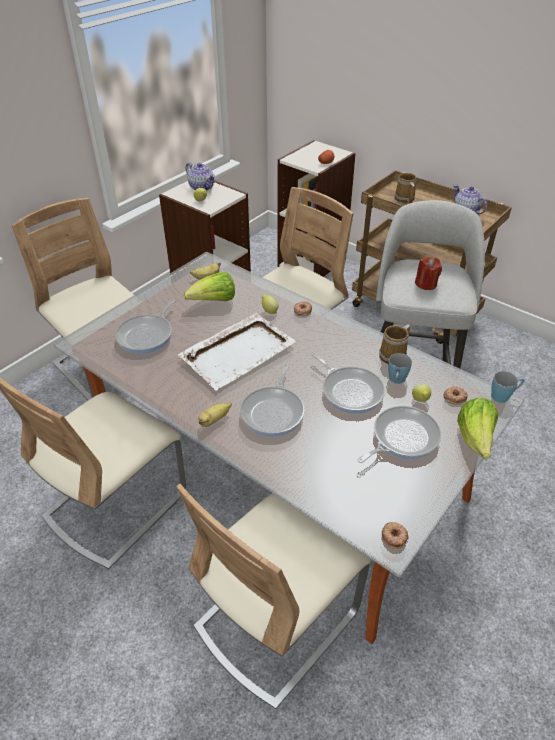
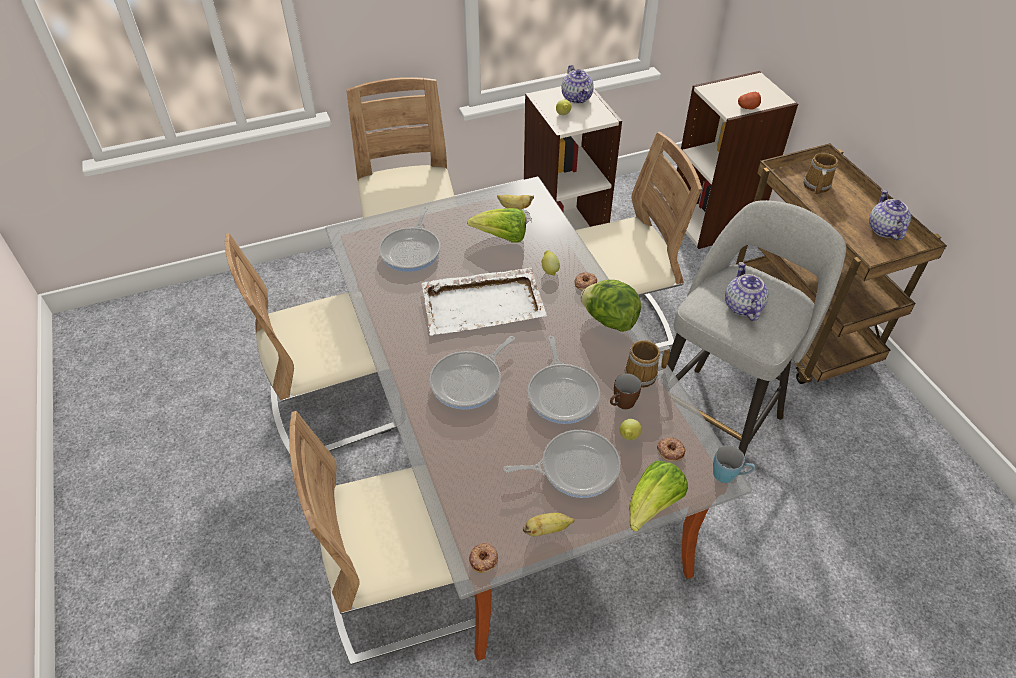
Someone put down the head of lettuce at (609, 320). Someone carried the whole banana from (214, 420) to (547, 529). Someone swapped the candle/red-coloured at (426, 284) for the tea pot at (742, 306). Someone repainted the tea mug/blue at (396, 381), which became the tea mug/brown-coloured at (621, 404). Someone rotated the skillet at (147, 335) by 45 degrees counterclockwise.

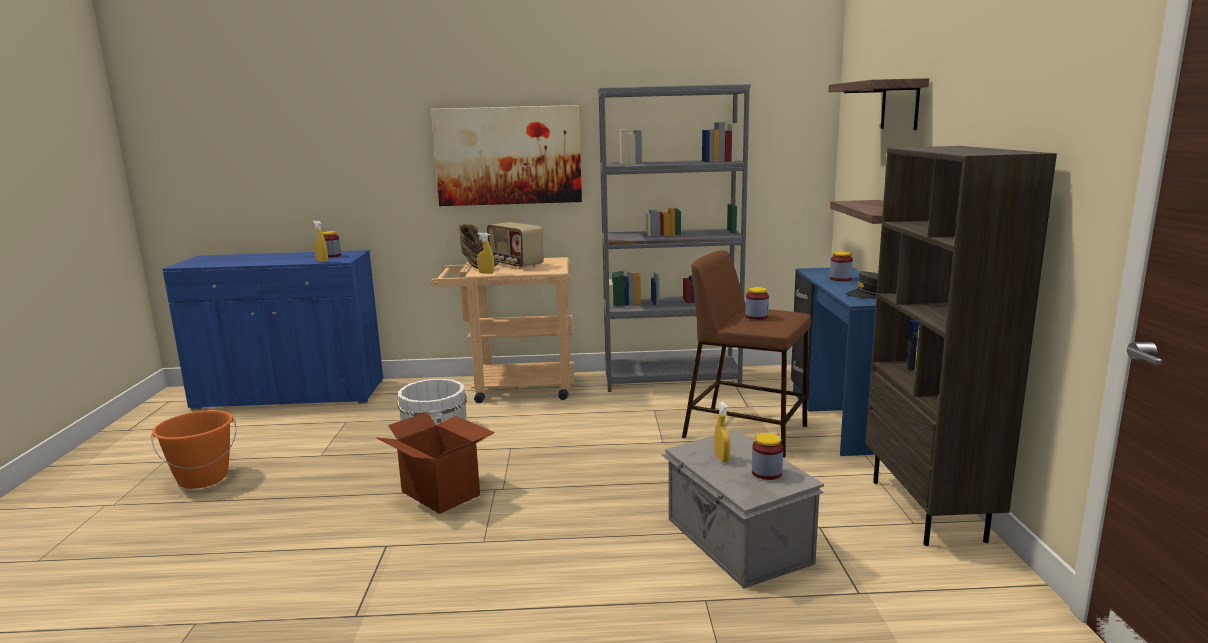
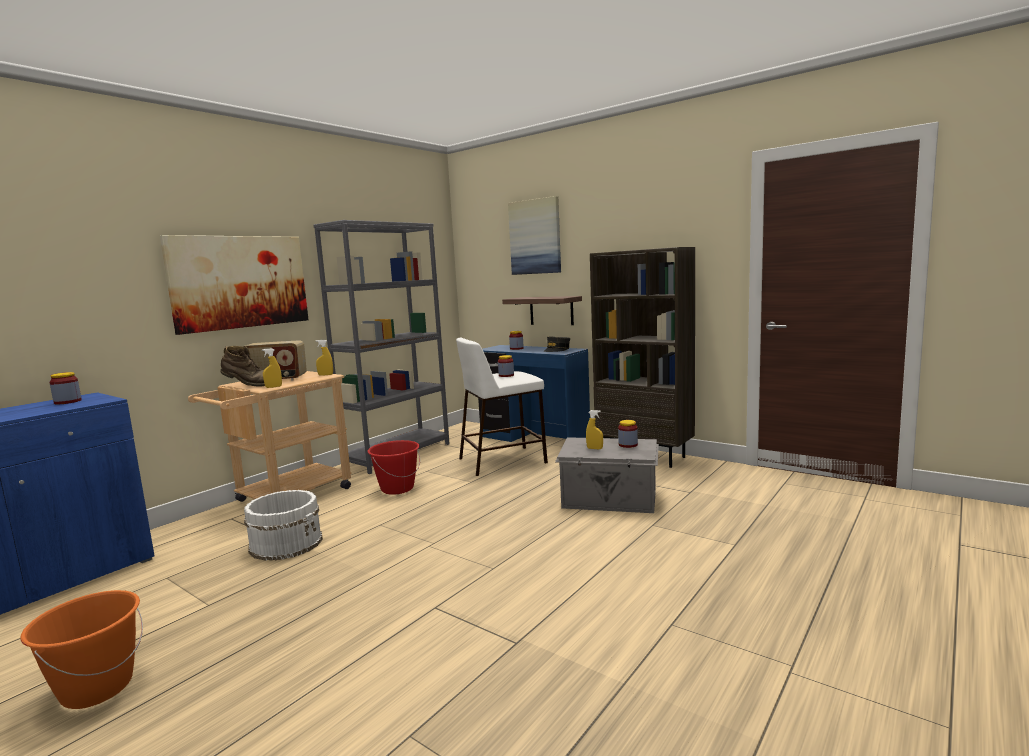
Someone took away the cardboard box at (441, 493). Someone put down the water bucket/red-coloured at (397, 488). Someone carried the hand sprayer/yellowish from (322, 261) to (325, 375). Someone swapped the bracket shelf at (900, 105) for the picture at (535, 237). Someone repainted the stool seat/brown-coloured at (747, 431), which became the stool seat/whitish at (503, 460).

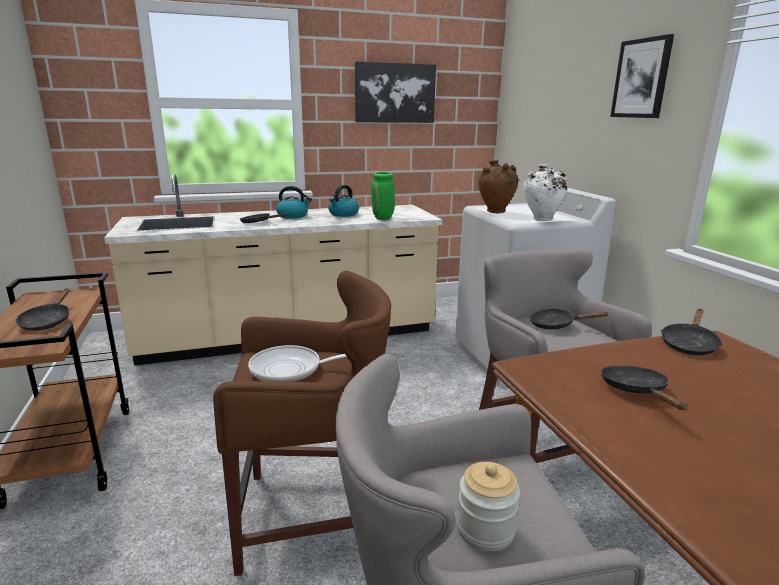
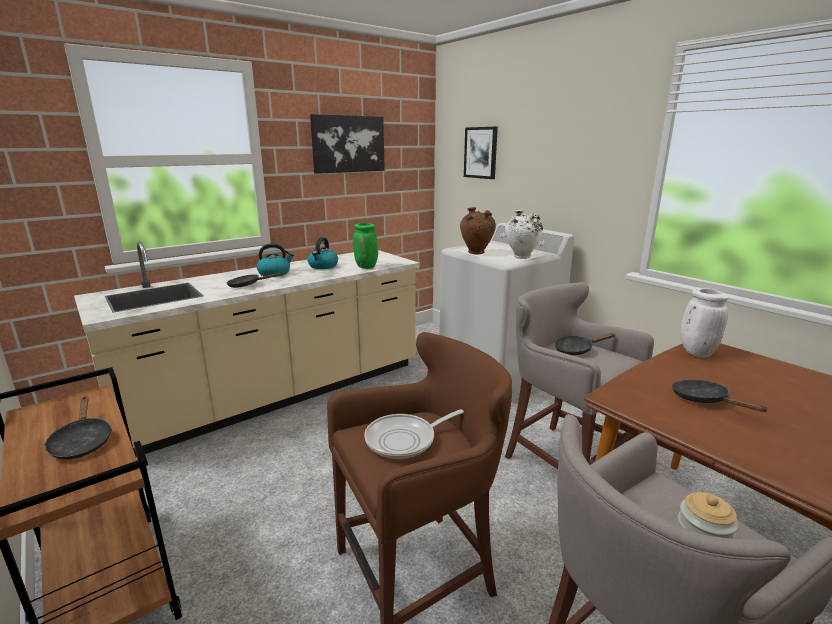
Someone carried the picture from (641, 78) to (481, 152). Someone swapped the skillet/blackish at (689, 344) for the decorative vase/whitish at (695, 352).

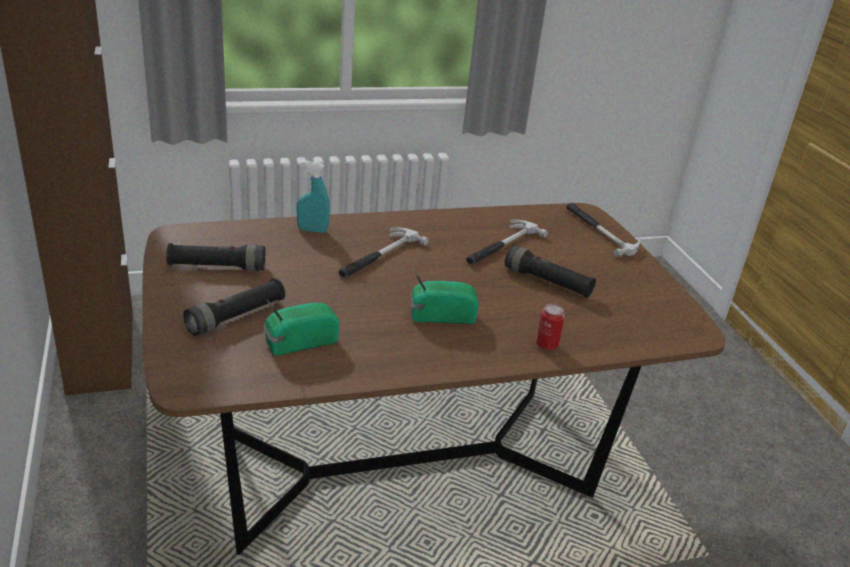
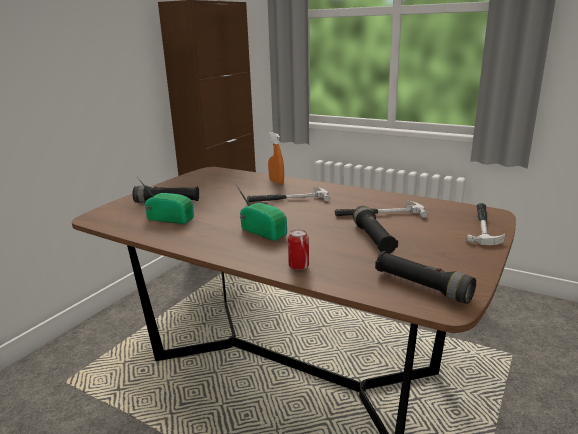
Someone carried the torch/blackish from (217, 267) to (422, 286). Someone repainted the hand sprayer/blue-green at (312, 230), which became the hand sprayer/orange-coloured at (276, 182).

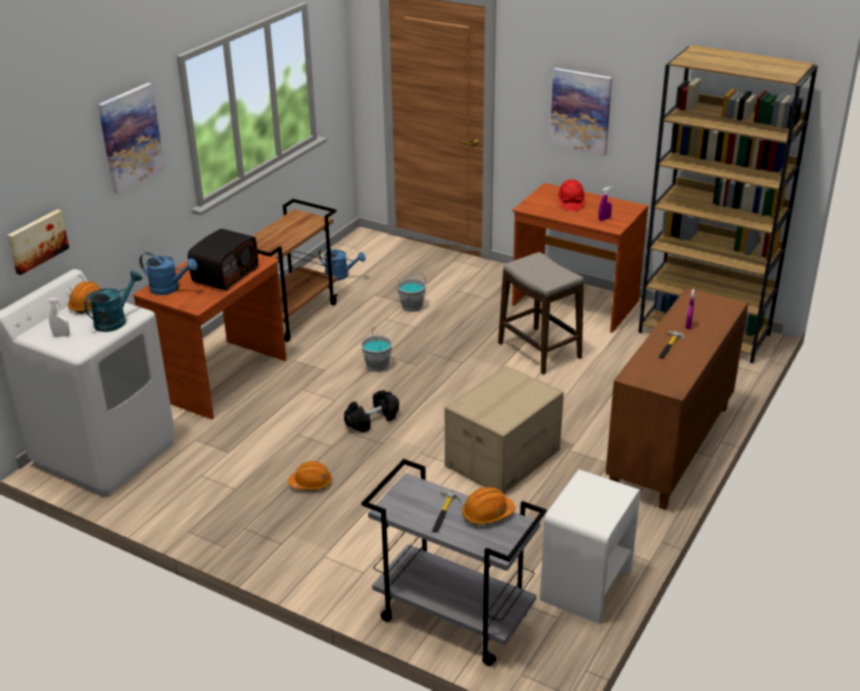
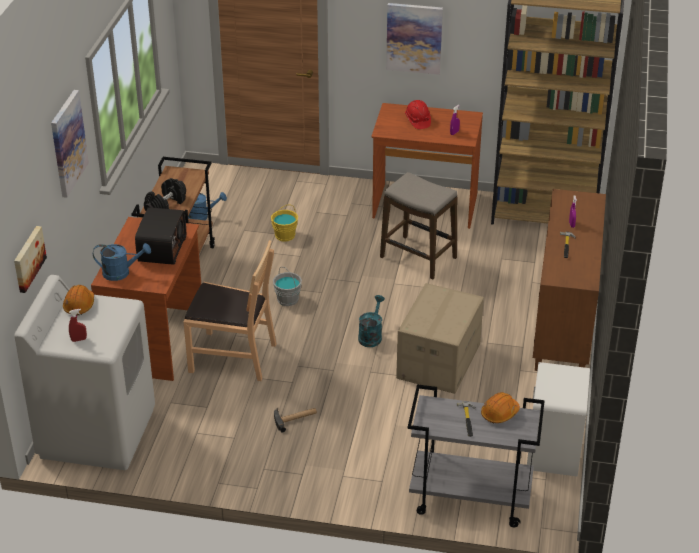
Someone put down the plain chair/brown-coloured at (232, 357). Someone carried the watering pot/blue-green from (115, 320) to (371, 336). Someone carried the dumbbell/blackish from (372, 420) to (165, 205). Someone swapped the hard hat/orange-coloured at (311, 483) for the tool hammer at (295, 418). Someone repainted the hand sprayer/whitish at (61, 335), which became the hand sprayer/red-coloured at (79, 339). Someone repainted the water bucket/gray at (412, 306), which became the water bucket/yellowish at (285, 236).

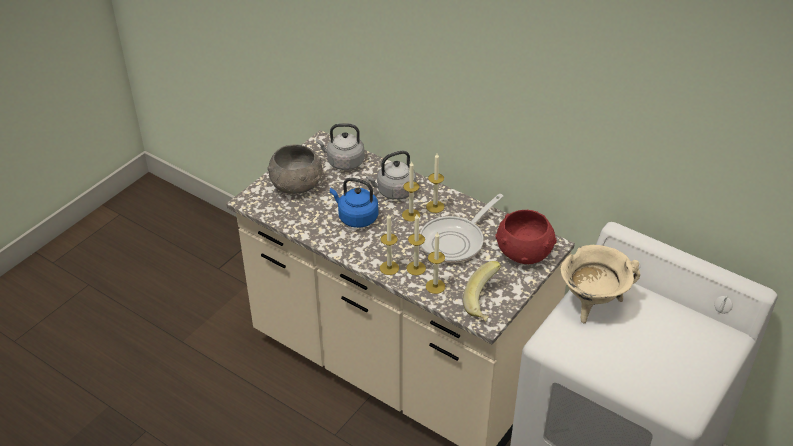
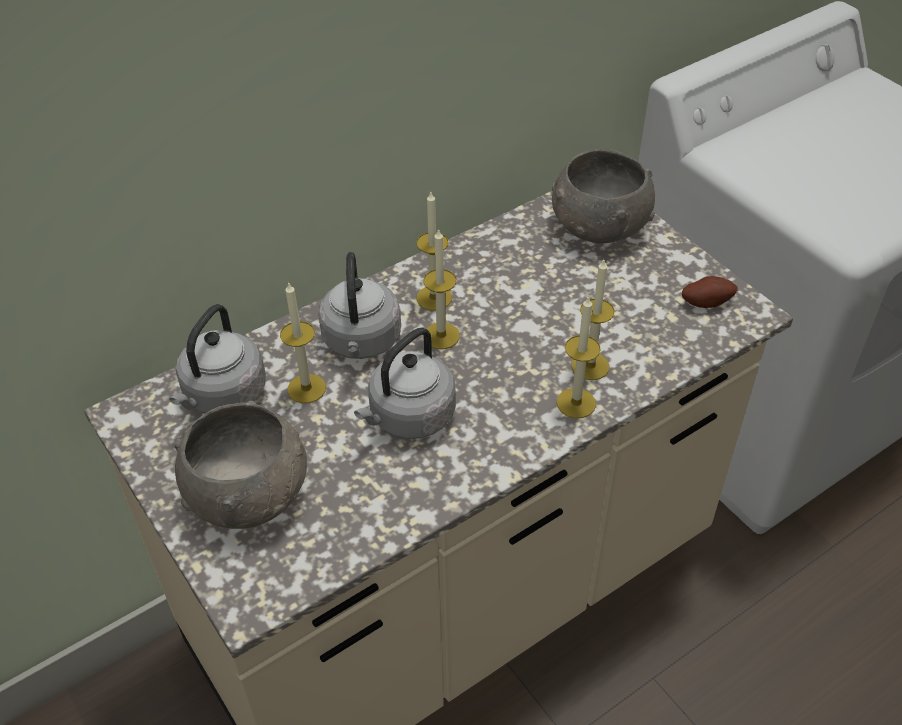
Someone took away the skillet at (455, 241). Someone took away the saucepot/sand-coloured at (592, 304). Someone carried the candle from (435, 286) to (306, 388). Someone swapped the whole banana at (485, 303) for the spud at (706, 302). Someone repainted the water kettle/blue at (356, 218), which became the water kettle/gray at (409, 417). Someone repainted the bowl/red-coloured at (524, 252), which became the bowl/gray at (598, 226).

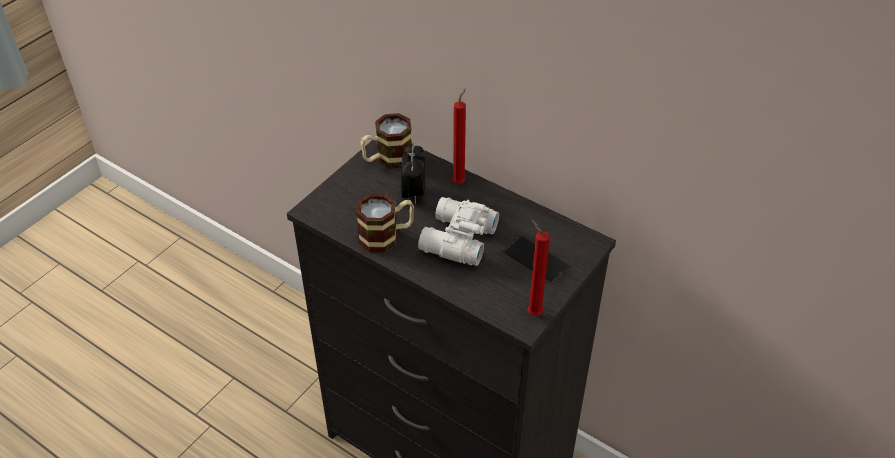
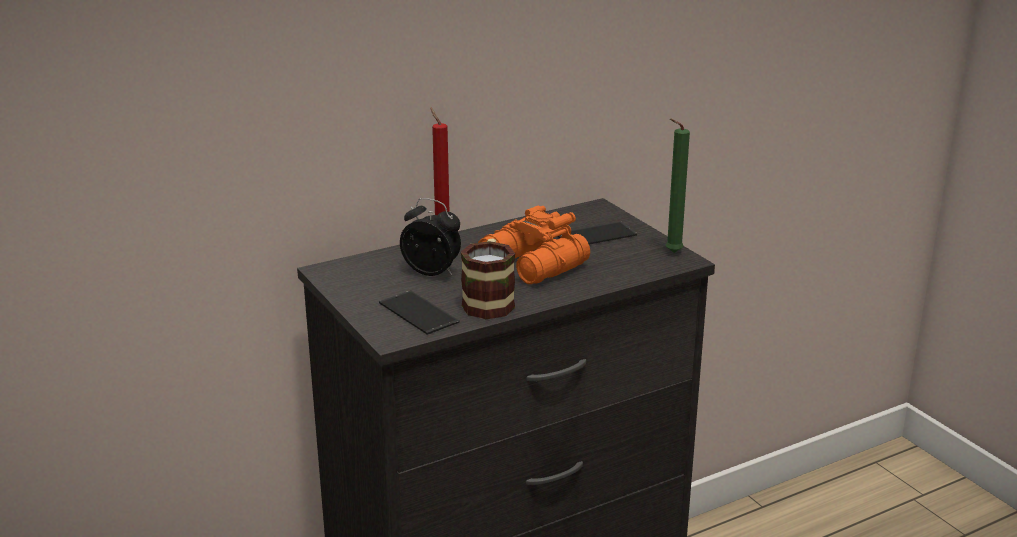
Someone took away the tea mug at (387, 159). Someone put down the telephone at (418, 313). Someone repainted the pair of binoculars/whitish at (456, 240), which became the pair of binoculars/orange-coloured at (532, 266). Someone repainted the candle/red-coloured at (532, 312), which became the candle/green-coloured at (671, 253).

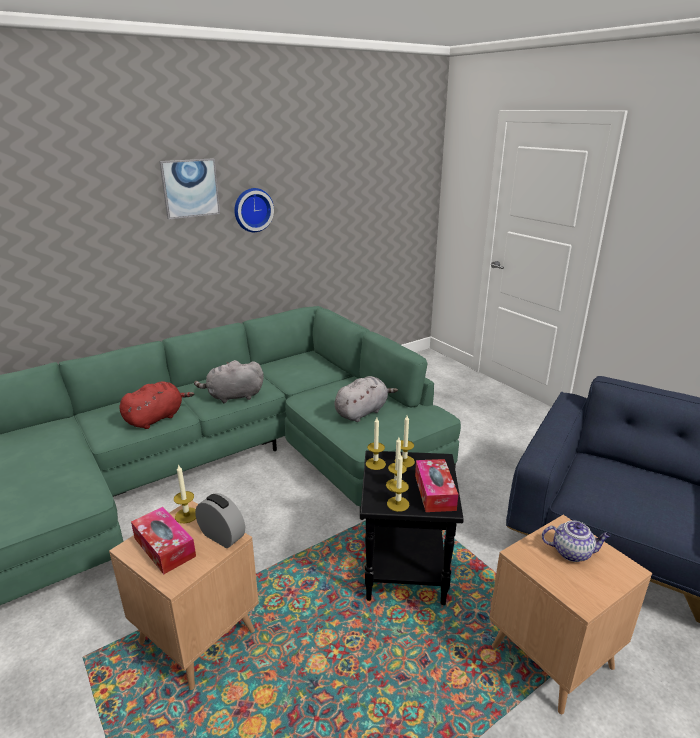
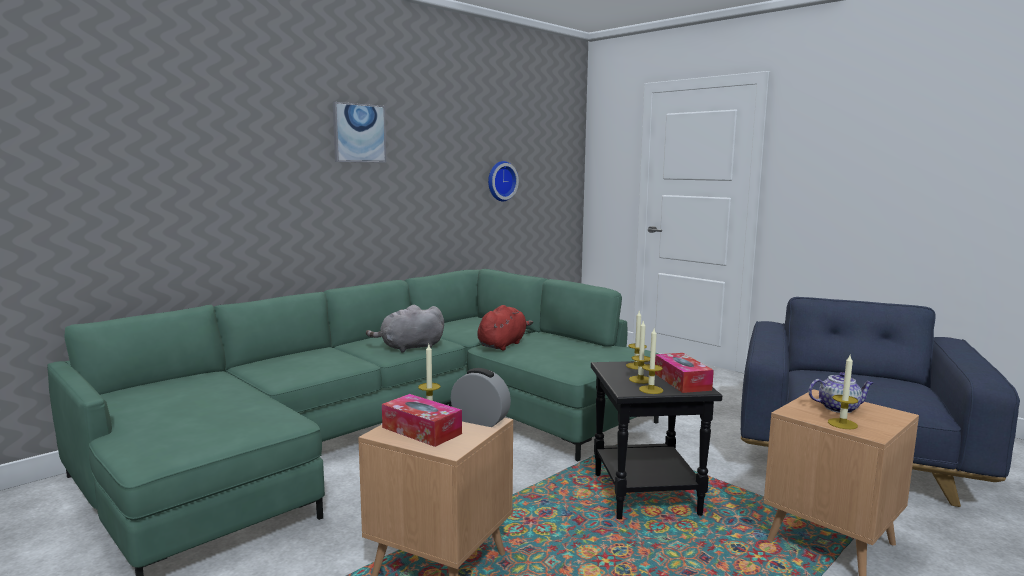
Someone took away the soft toy/gray at (362, 412). Someone carried the soft toy/red-coloured from (156, 418) to (503, 344). Someone carried the hanging clock from (252, 209) to (500, 181). Someone carried the candle from (375, 464) to (842, 424).

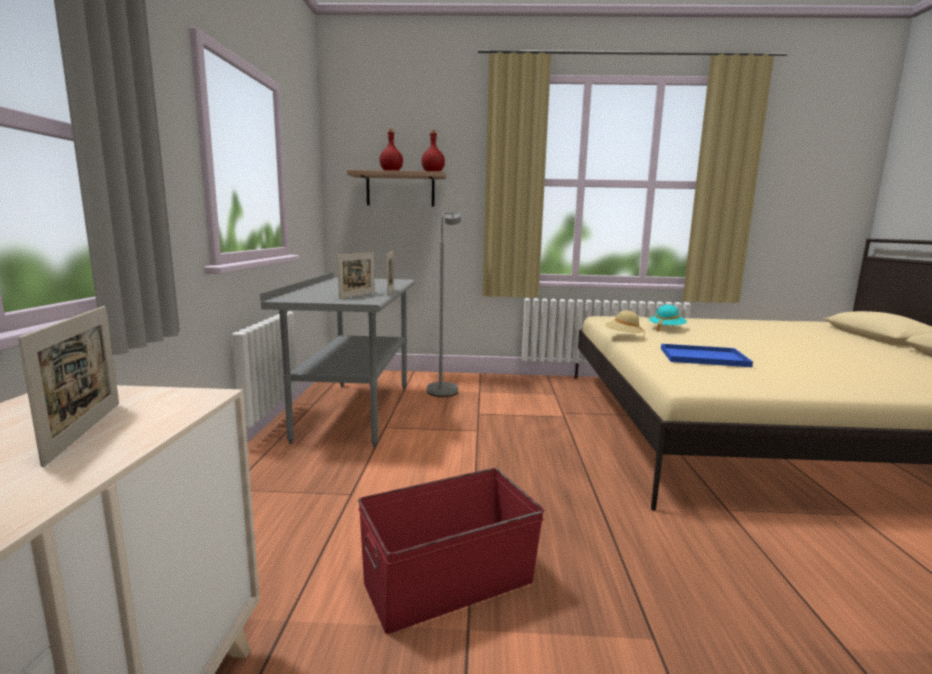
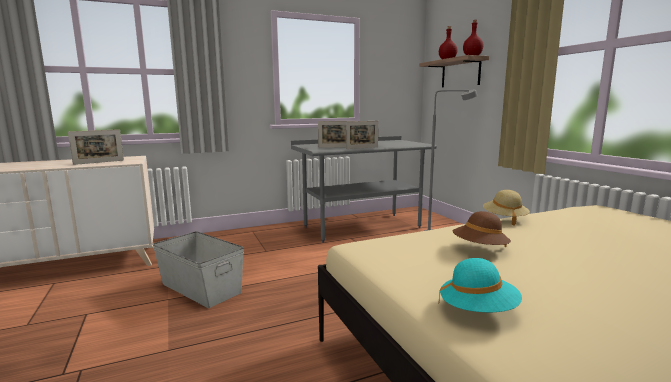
Someone carried the hat/blue-green from (666, 329) to (478, 310). Someone swapped the carrying tray/blue at (704, 357) for the hat/brown-coloured at (479, 249). Someone repainted the storage box/red-coloured at (447, 581), which became the storage box/gray at (201, 287).

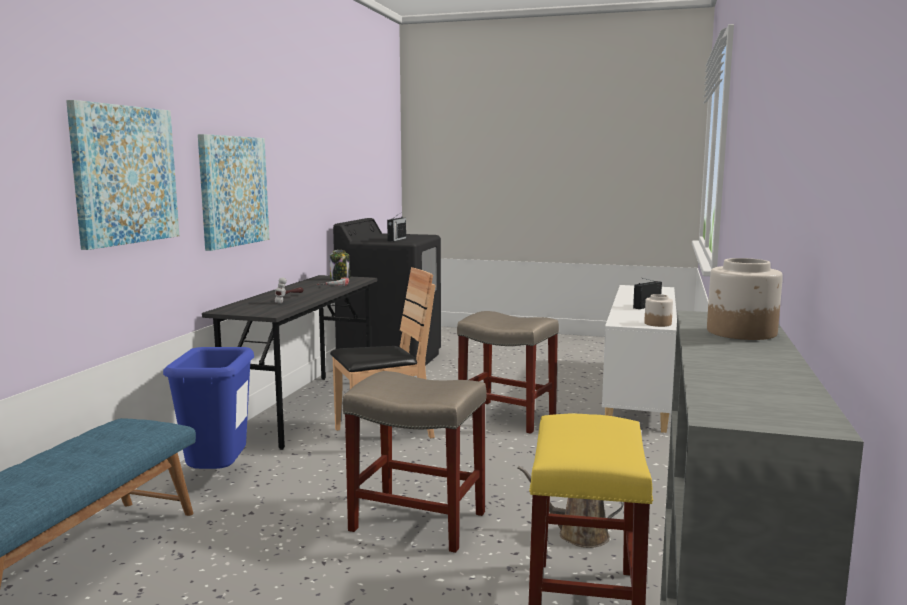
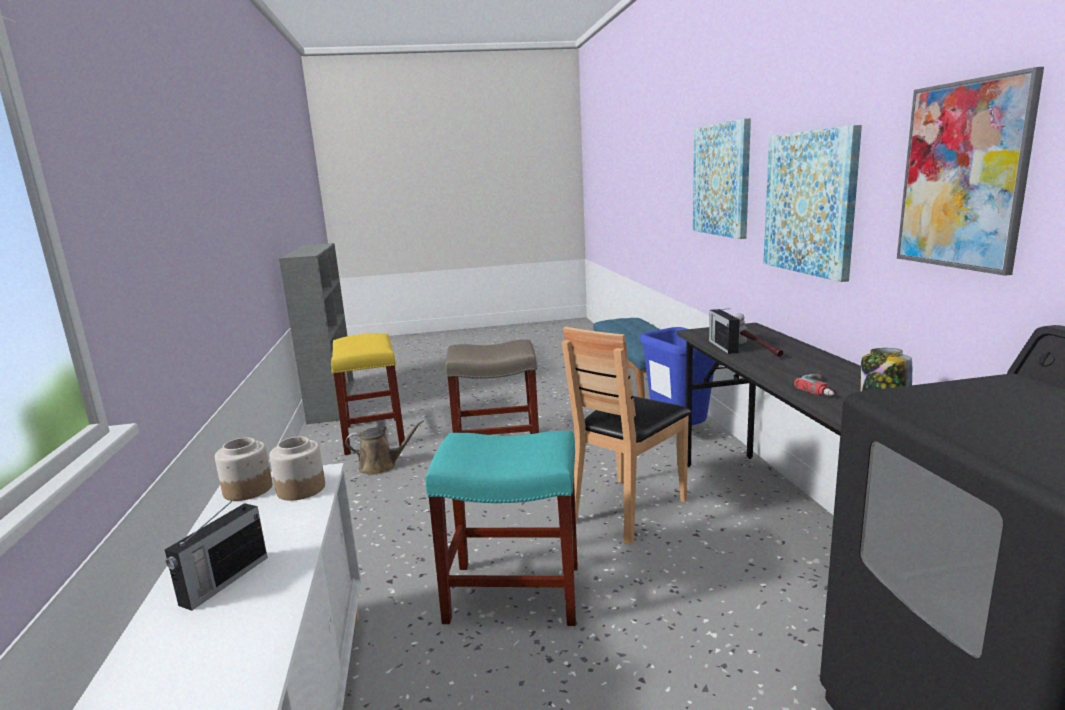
Someone put up the picture at (963, 176). Someone carried the radio from (396, 239) to (722, 346). Someone carried the jar from (741, 332) to (301, 489). Someone repainted the stool seat/sand-coloured at (505, 416), which became the stool seat/blue-green at (516, 593).

